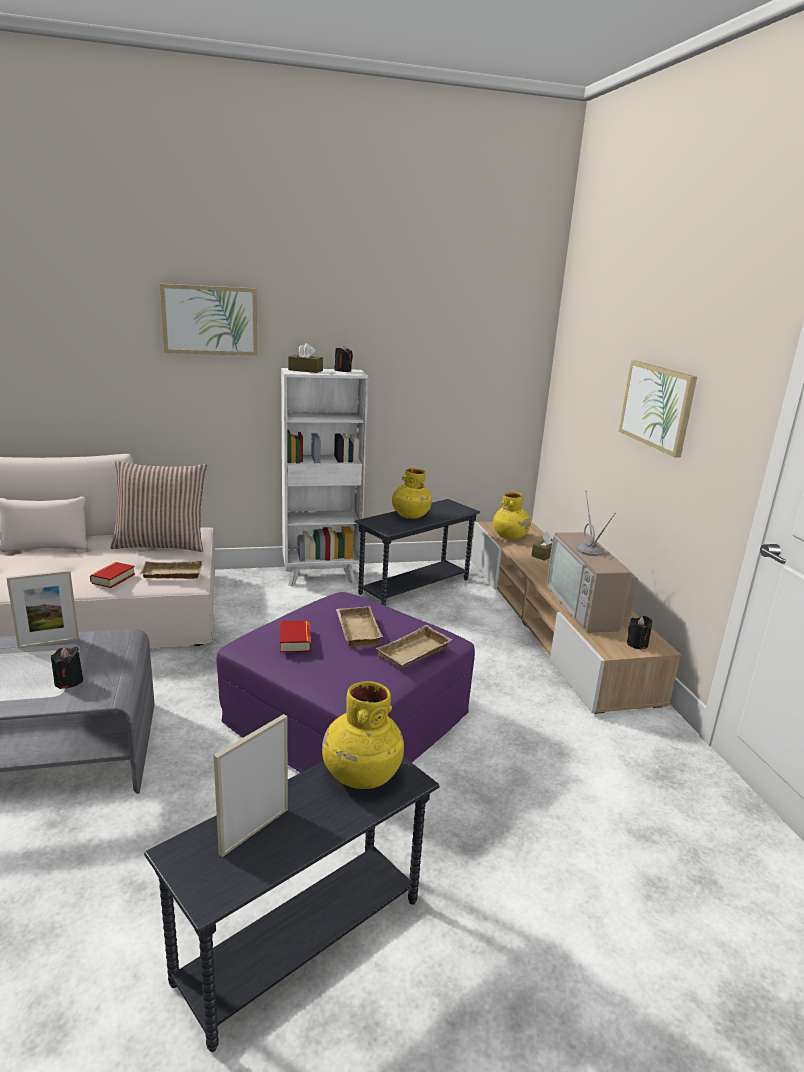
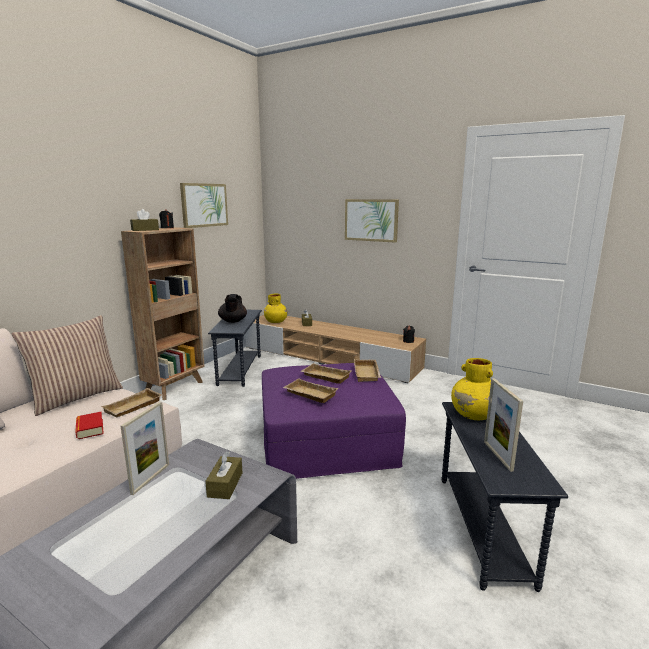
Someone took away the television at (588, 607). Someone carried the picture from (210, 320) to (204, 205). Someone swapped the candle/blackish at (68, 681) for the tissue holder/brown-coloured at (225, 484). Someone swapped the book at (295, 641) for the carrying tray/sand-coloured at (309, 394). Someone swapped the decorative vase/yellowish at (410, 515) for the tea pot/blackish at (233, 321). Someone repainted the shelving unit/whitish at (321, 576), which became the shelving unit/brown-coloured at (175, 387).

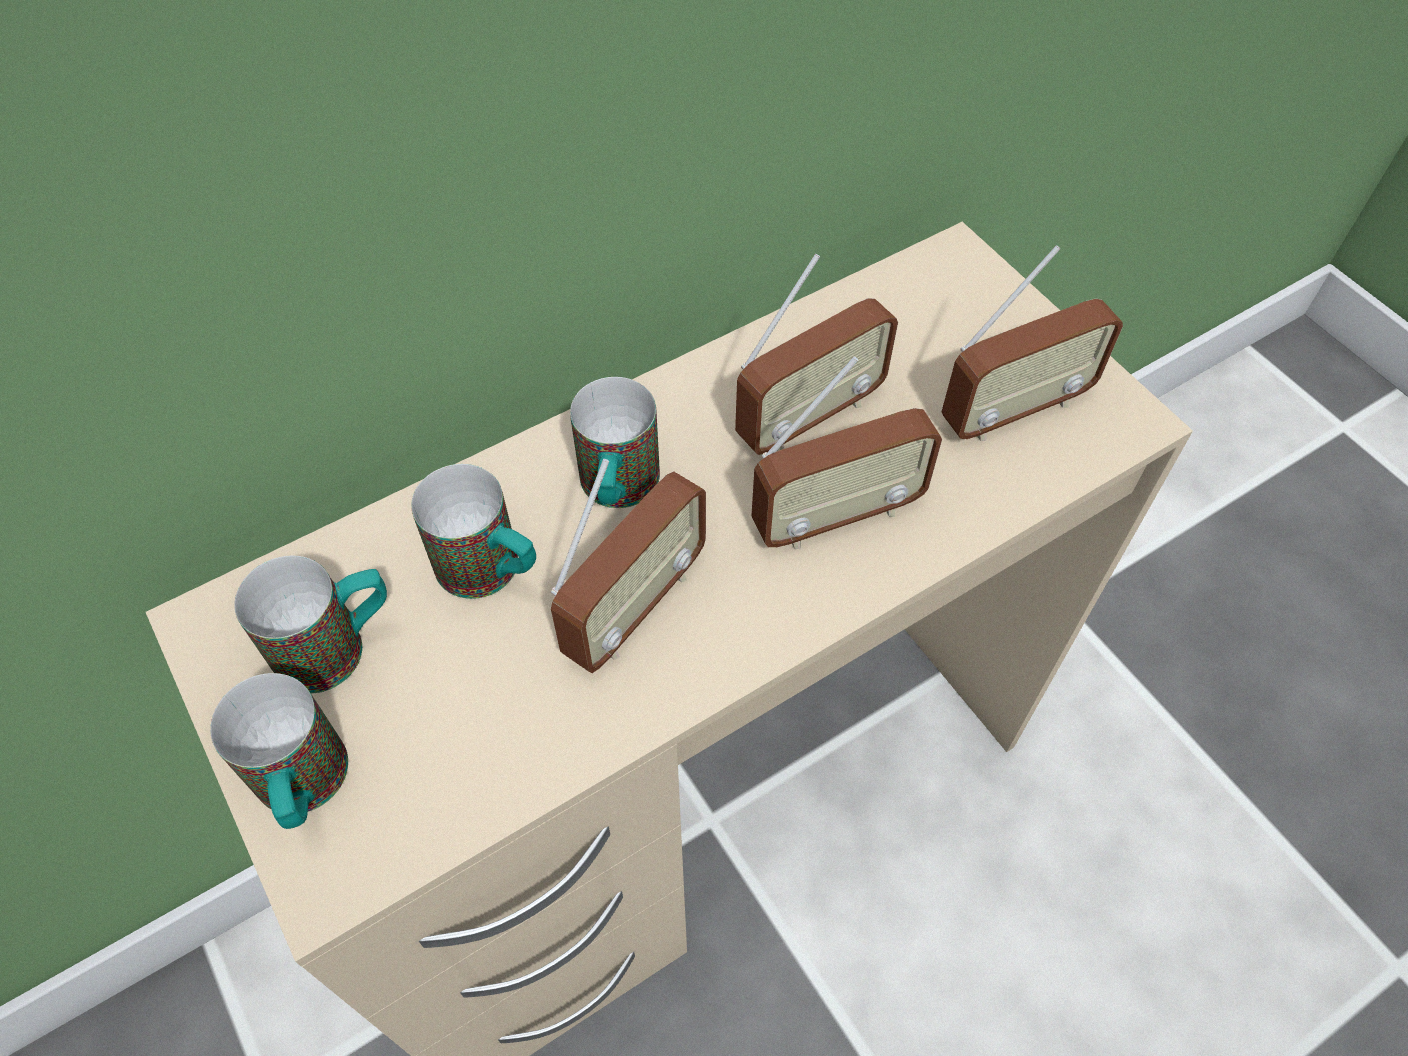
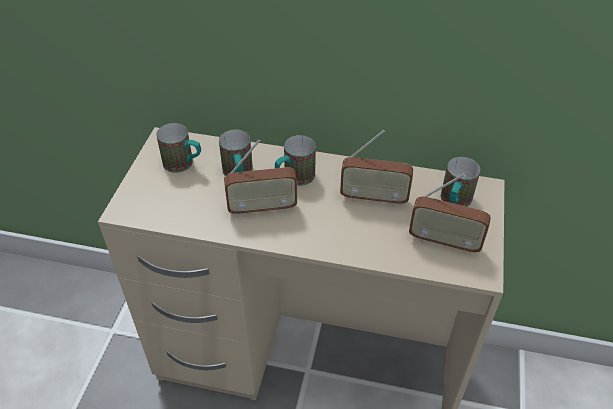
Someone took away the radio at (836, 516). Someone carried the tea mug from (305, 790) to (454, 202).

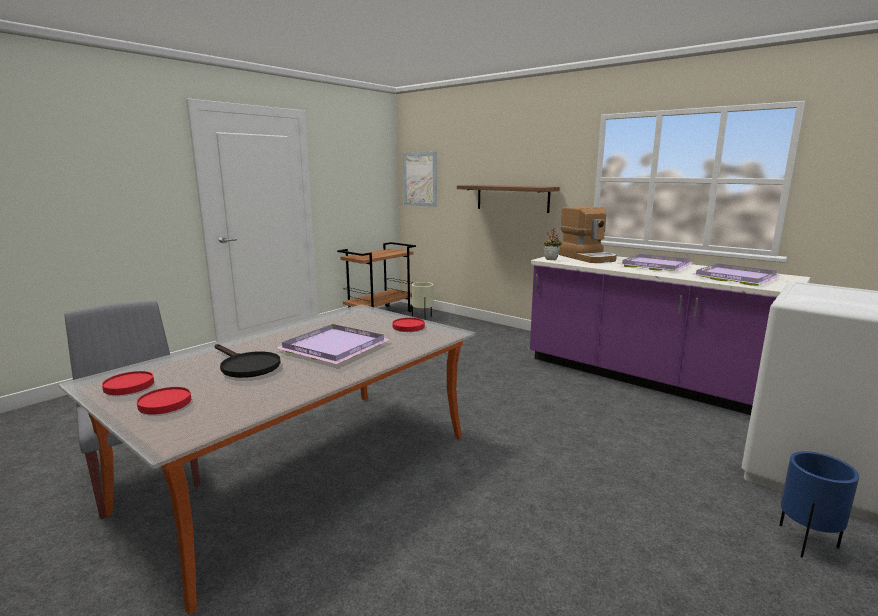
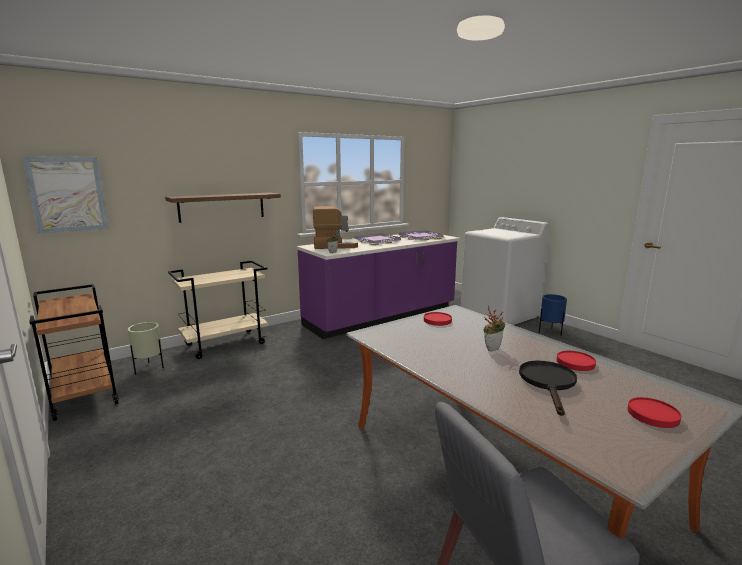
Someone put down the trolley/sand-coloured at (226, 344). Someone carried the dinner plate/red-coloured from (129, 386) to (575, 362). Someone swapped the carrying tray/purple-coloured at (332, 347) for the houseplant at (492, 348). Someone rotated the skillet/blackish at (246, 366) by 45 degrees counterclockwise.

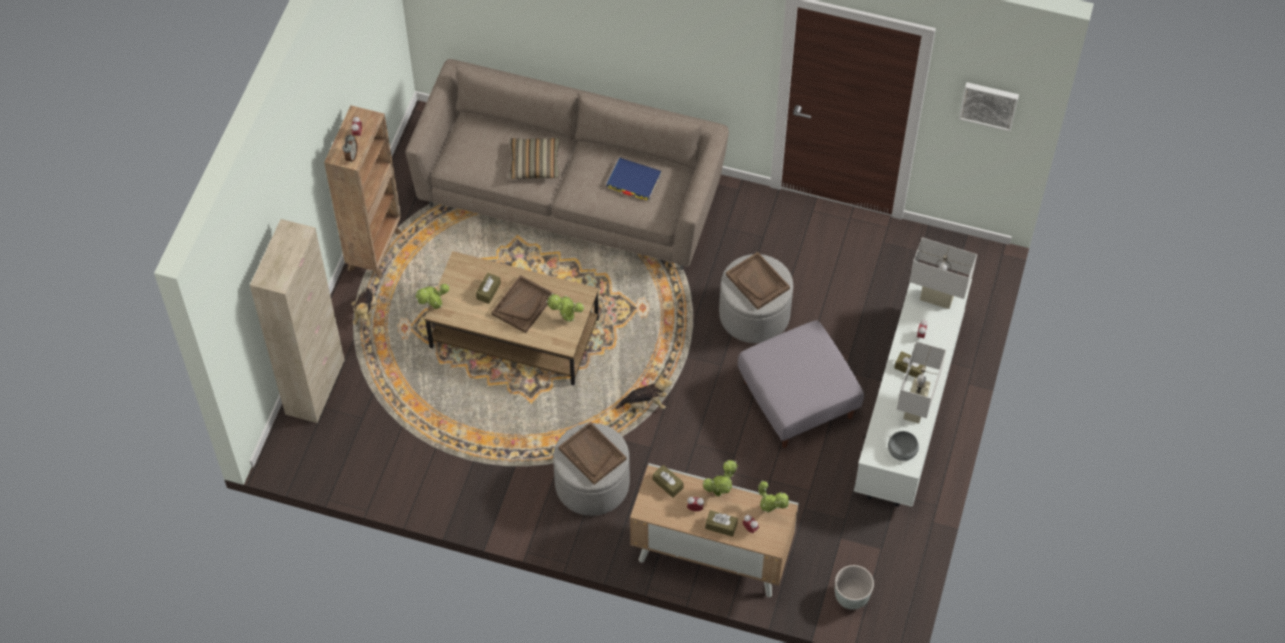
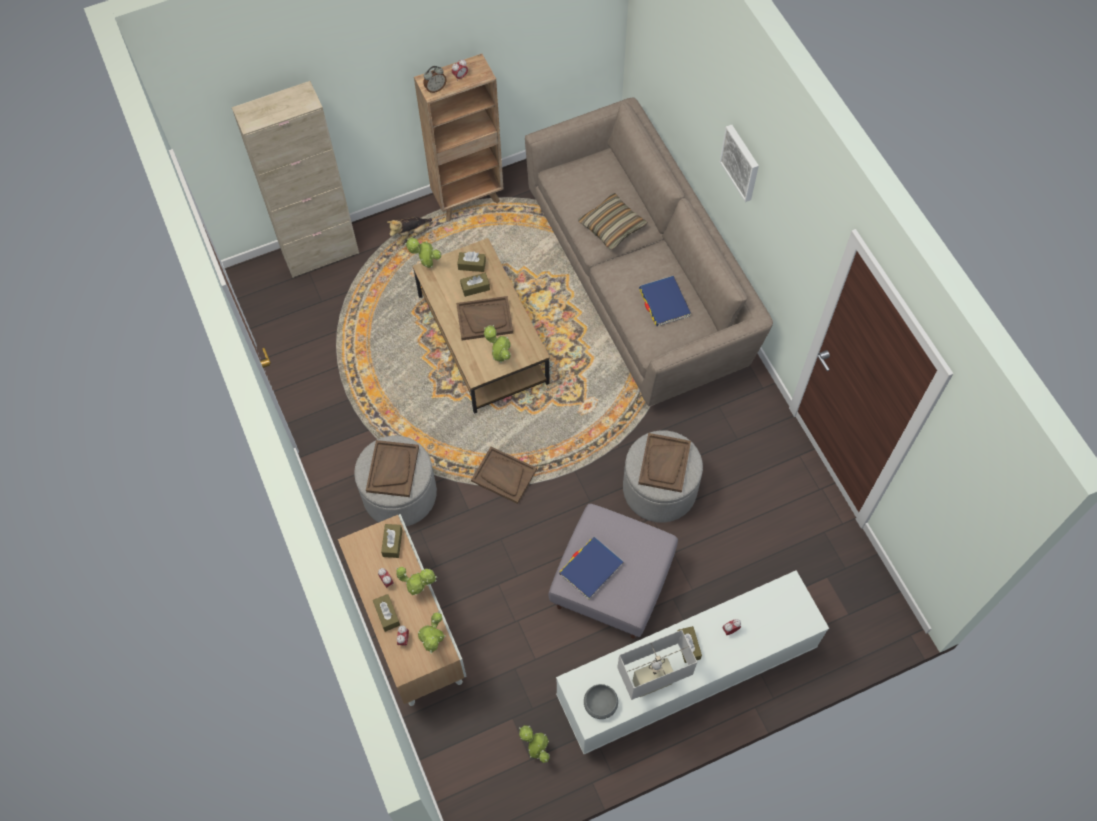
Someone took away the flower pot/gray at (851, 597). Someone took away the tabletop lamp/whitish at (936, 298). Someone put down the tissue holder/brown-coloured at (472, 265). Someone put down the houseplant at (536, 750). Someone put down the book/blue at (591, 569). Someone carried the picture from (989, 104) to (741, 162). Someone swapped the soft toy at (645, 404) for the carrying tray/brown-coloured at (504, 476).

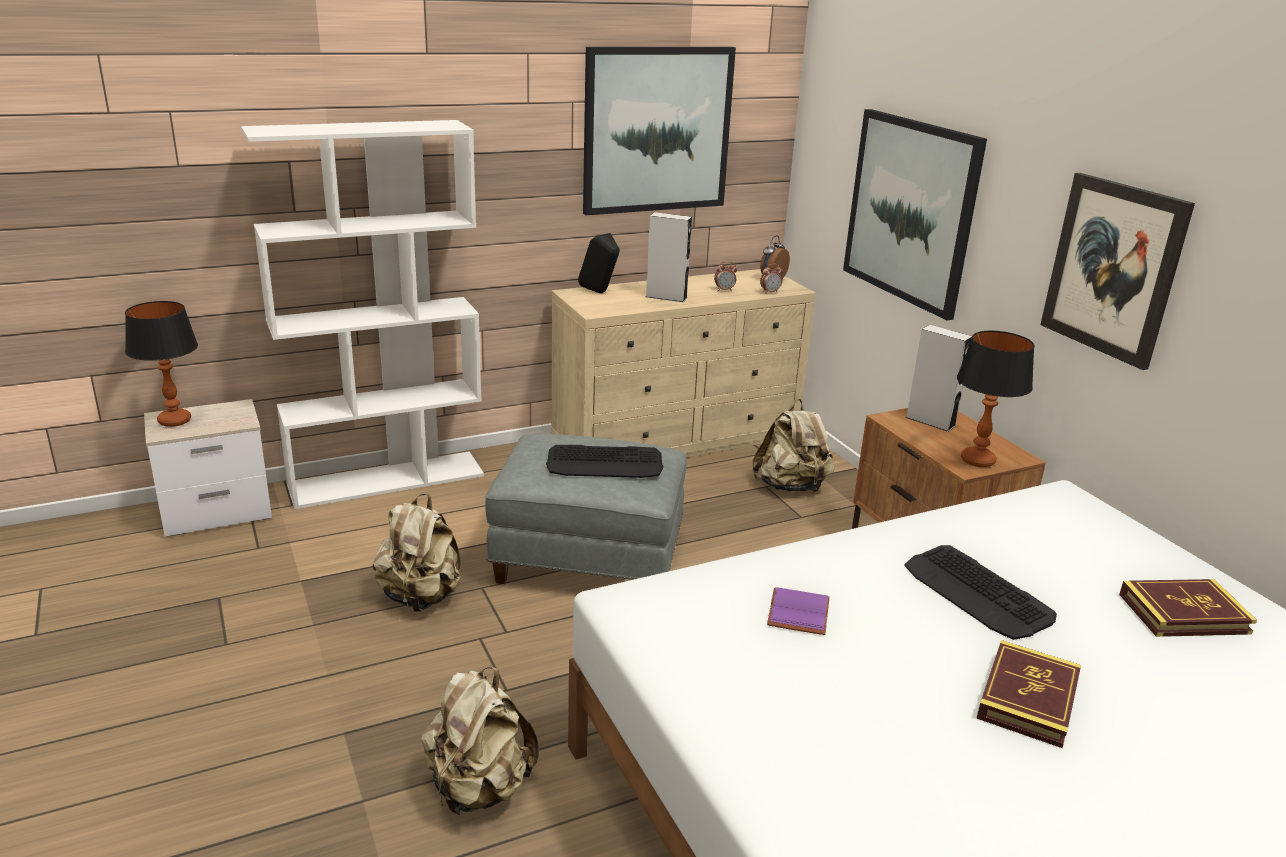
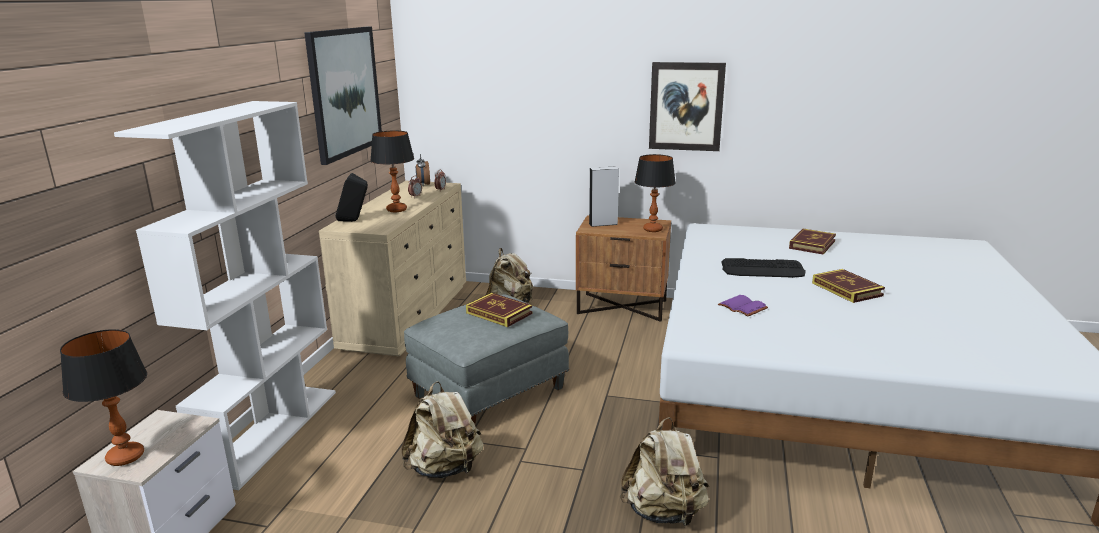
Someone took away the picture at (911, 211). Someone swapped the PC keyboard at (605, 463) for the book at (499, 313). Someone swapped the loudspeaker/gray at (666, 297) for the tabletop lamp at (396, 210).

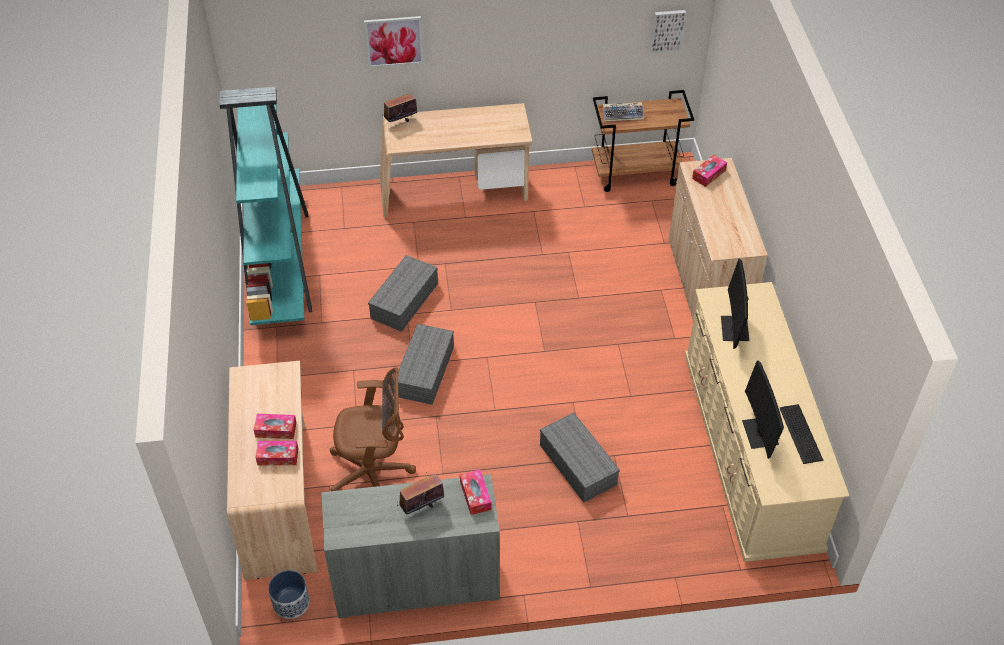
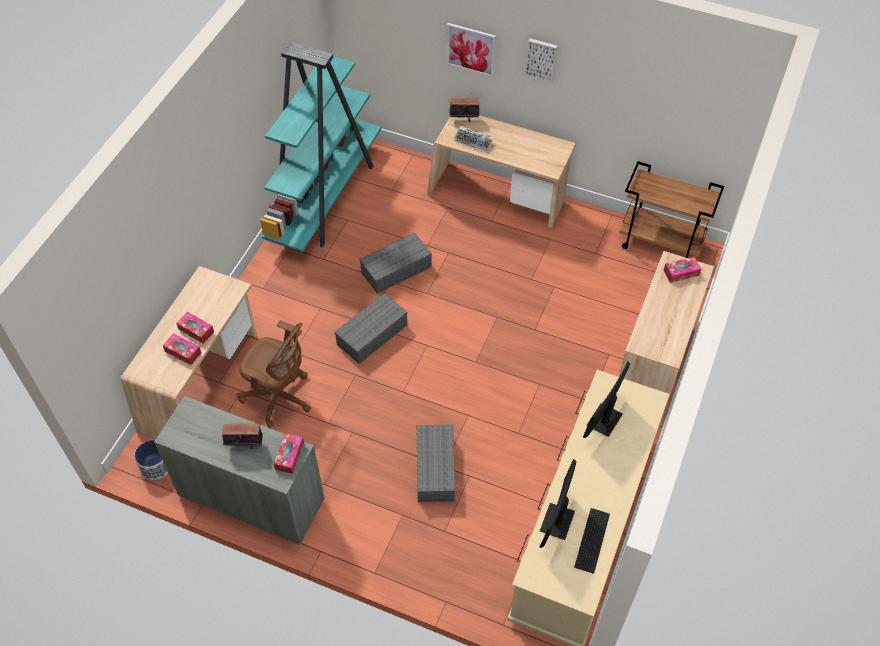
Someone carried the PC keyboard from (623, 114) to (474, 141). Someone carried the picture from (667, 30) to (542, 59).

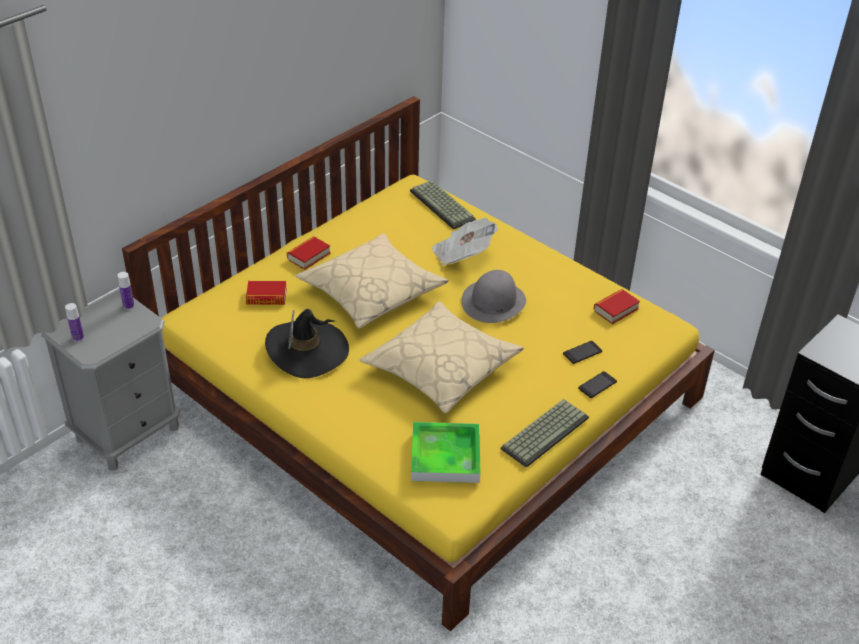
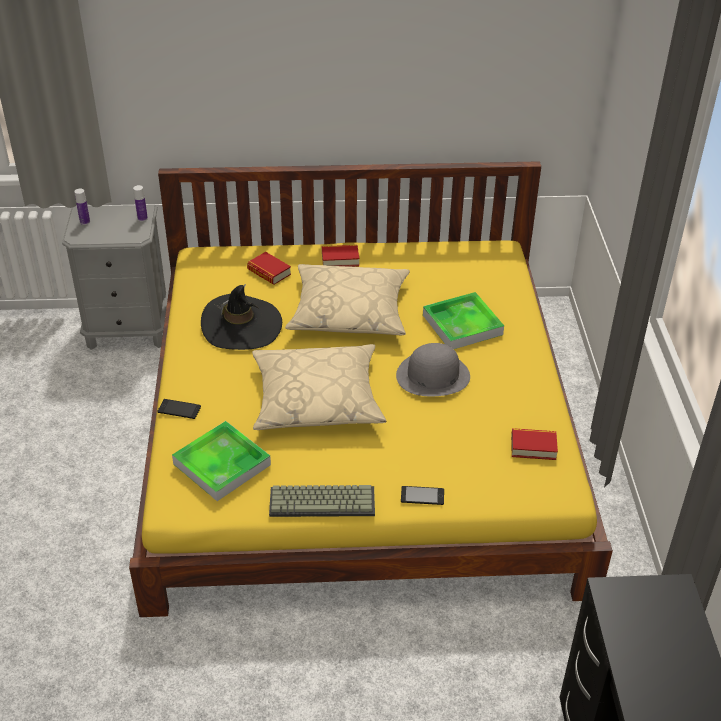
Someone took away the PC keyboard at (443, 205). Someone carried the telephone from (582, 352) to (179, 409). Someone swapped the daily paper at (462, 255) for the carrying tray at (462, 325).

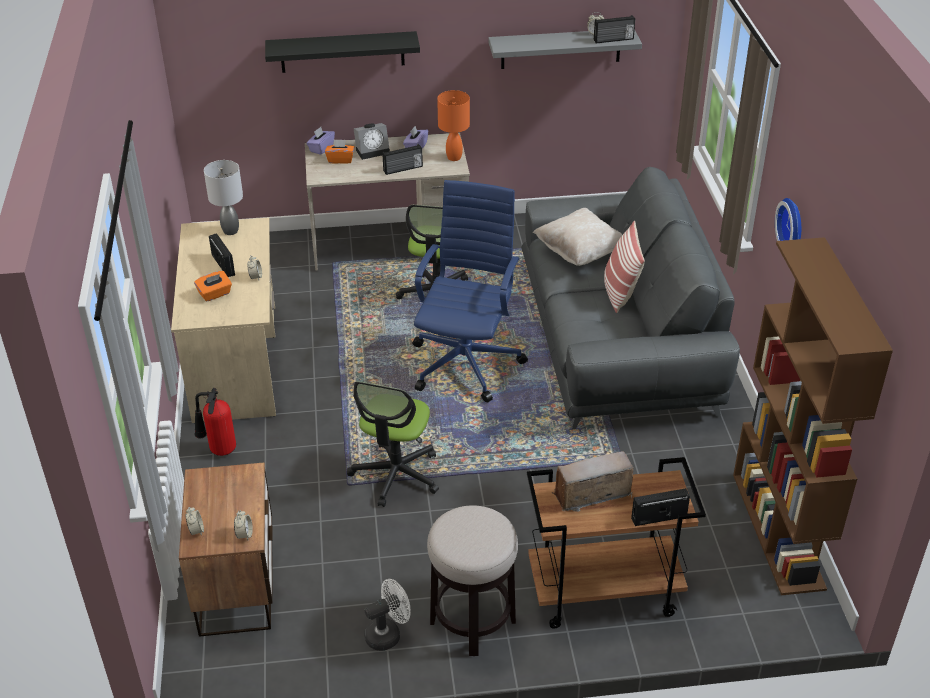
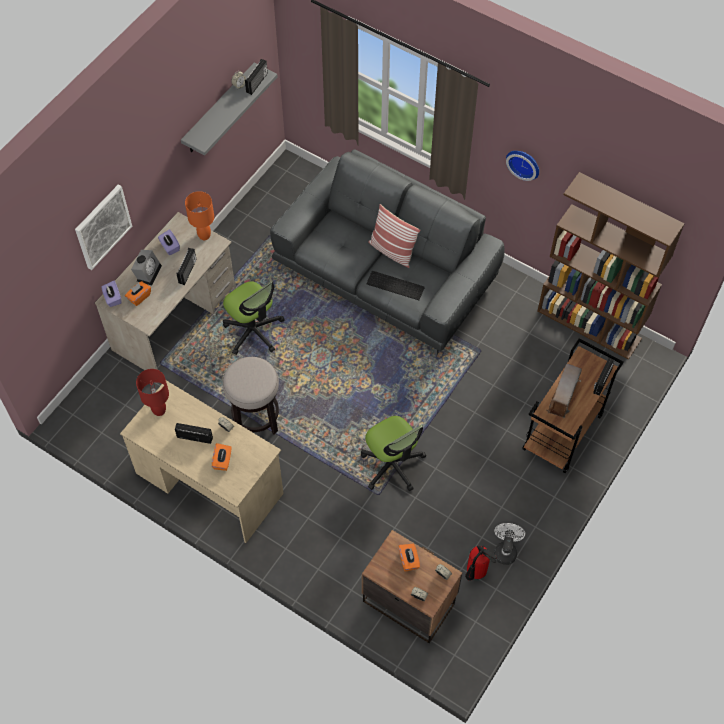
Someone took away the office chair/blue at (467, 361). Someone took away the throw pillow/sand-coloured at (580, 252). Someone put down the PC keyboard at (396, 285). Someone put down the tissue holder/orange-coloured at (408, 560). Someone carried the extinguisher from (219, 451) to (475, 574). Someone carried the stool seat from (472, 621) to (256, 418). Someone swapped the bracket shelf/blackish at (342, 52) for the picture at (102, 226). Someone repainted the tabletop lamp/gray at (230, 230), which became the tabletop lamp/red-coloured at (159, 410).

